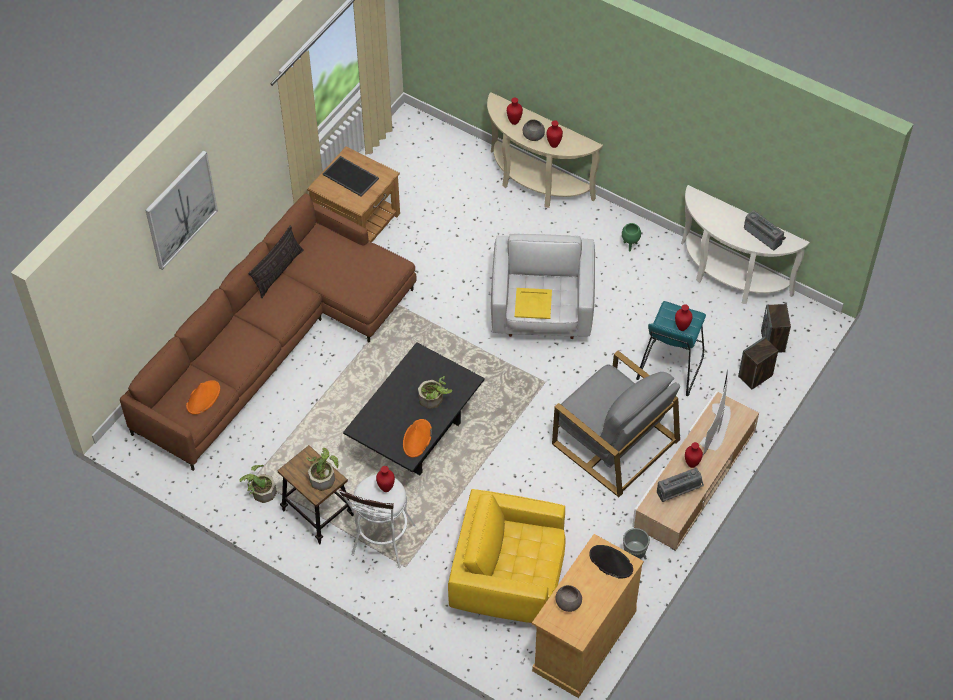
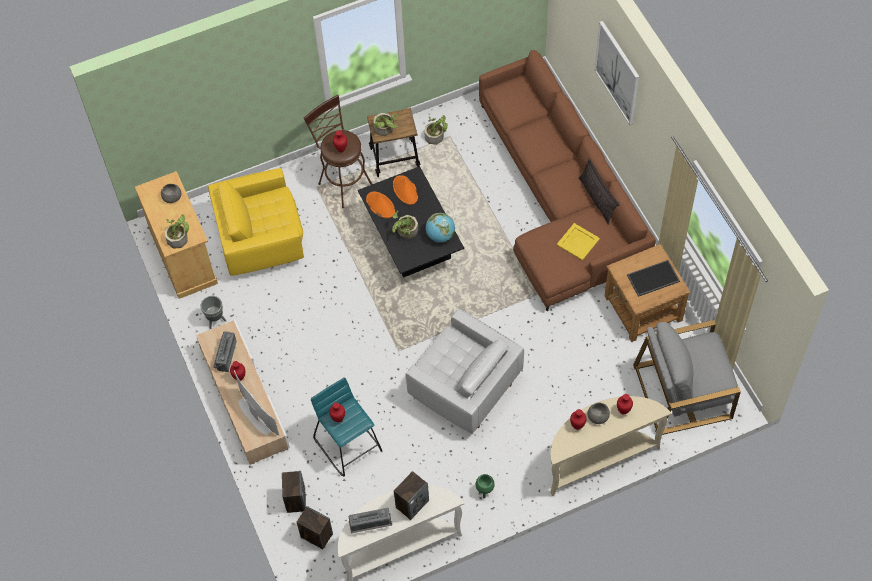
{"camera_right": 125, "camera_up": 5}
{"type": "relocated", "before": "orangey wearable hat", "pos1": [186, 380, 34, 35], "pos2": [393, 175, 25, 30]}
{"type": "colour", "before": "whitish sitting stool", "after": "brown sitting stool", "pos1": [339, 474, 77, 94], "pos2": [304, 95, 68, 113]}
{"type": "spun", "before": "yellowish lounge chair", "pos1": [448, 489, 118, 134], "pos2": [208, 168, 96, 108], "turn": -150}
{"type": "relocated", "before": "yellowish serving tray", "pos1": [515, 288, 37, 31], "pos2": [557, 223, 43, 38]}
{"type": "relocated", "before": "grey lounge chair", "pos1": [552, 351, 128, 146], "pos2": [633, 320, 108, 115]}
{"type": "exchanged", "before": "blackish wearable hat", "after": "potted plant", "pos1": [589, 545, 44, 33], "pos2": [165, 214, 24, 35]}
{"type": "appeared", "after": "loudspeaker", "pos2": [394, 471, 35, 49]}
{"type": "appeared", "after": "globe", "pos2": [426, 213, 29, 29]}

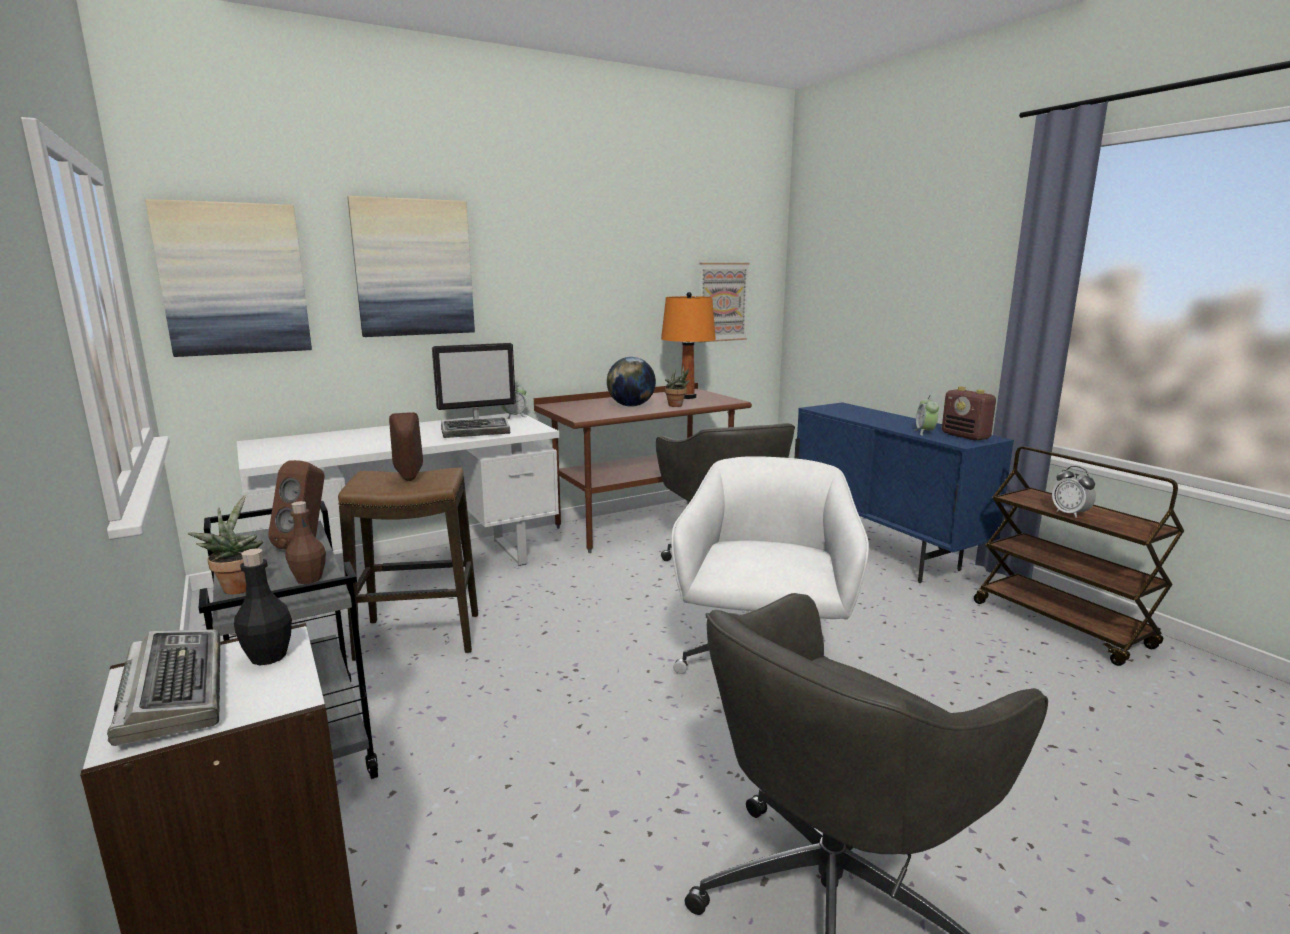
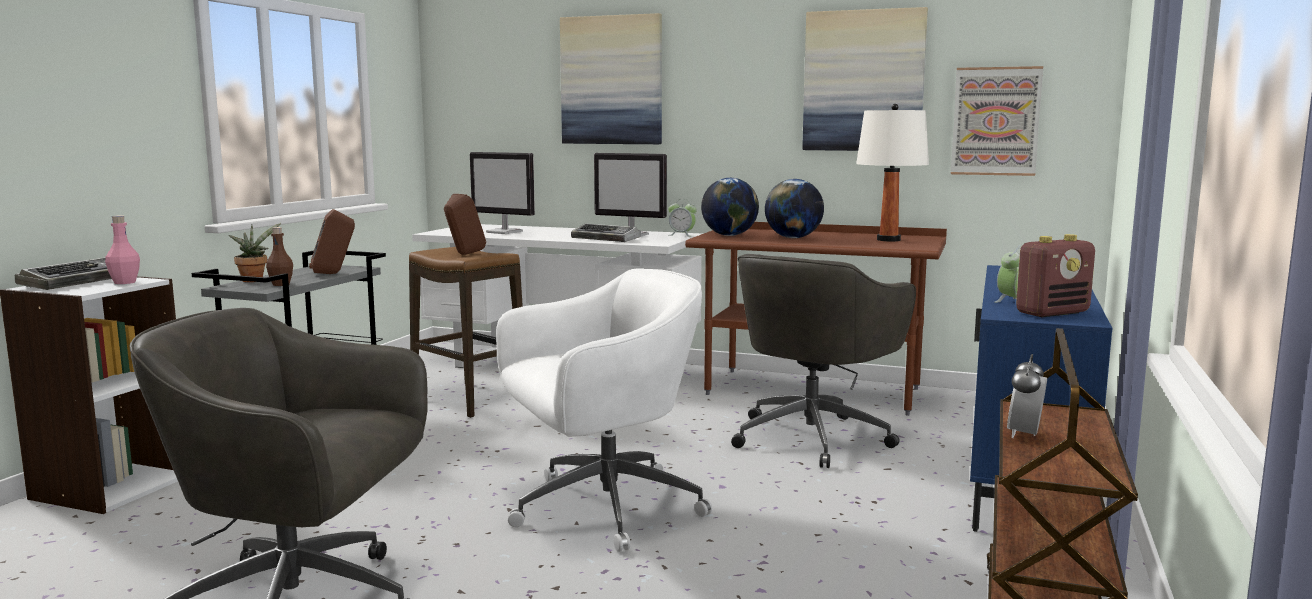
{"camera_right": 50, "camera_up": -5}
{"type": "relocated", "before": "wall art", "pos1": [145, 199, 167, 158], "pos2": [802, 7, 126, 144]}
{"type": "colour", "before": "blackish drink bottle", "after": "pink drink bottle", "pos1": [234, 548, 58, 117], "pos2": [105, 215, 35, 69]}
{"type": "colour", "before": "orangey lamp for a table", "after": "whitish lamp for a table", "pos1": [661, 292, 55, 107], "pos2": [856, 104, 73, 138]}
{"type": "missing", "before": "potted plant", "pos1": [665, 365, 25, 42]}
{"type": "spun", "before": "radio receiver", "pos1": [942, 386, 54, 55], "pos2": [1016, 234, 79, 83], "turn": -135}
{"type": "appeared", "after": "monitor", "pos2": [470, 152, 65, 82]}
{"type": "appeared", "after": "globe", "pos2": [701, 178, 58, 58]}

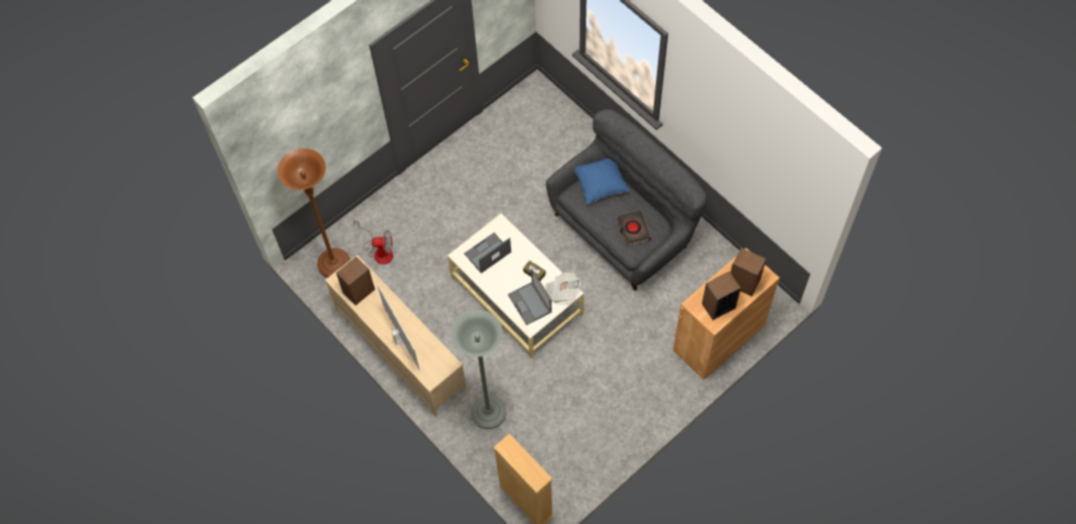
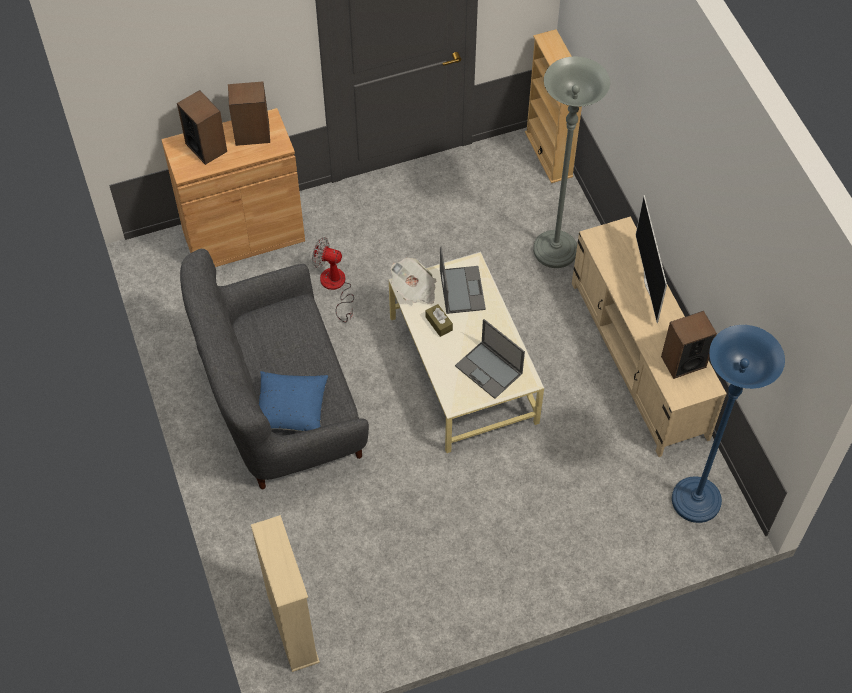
{"camera_right": -160, "camera_up": -5}
{"type": "colour", "before": "brown standard lamp", "after": "blue-coloured standard lamp", "pos1": [277, 148, 73, 130], "pos2": [672, 325, 113, 198]}
{"type": "relocated", "before": "cooling fan", "pos1": [354, 220, 39, 44], "pos2": [312, 237, 42, 86]}
{"type": "spun", "before": "notebook computer", "pos1": [464, 233, 47, 40], "pos2": [455, 319, 70, 80], "turn": 60}
{"type": "missing", "before": "blackish bound book", "pos1": [617, 211, 34, 35]}
{"type": "appeared", "after": "sand-coloured shelving unit", "pos2": [251, 515, 69, 157]}

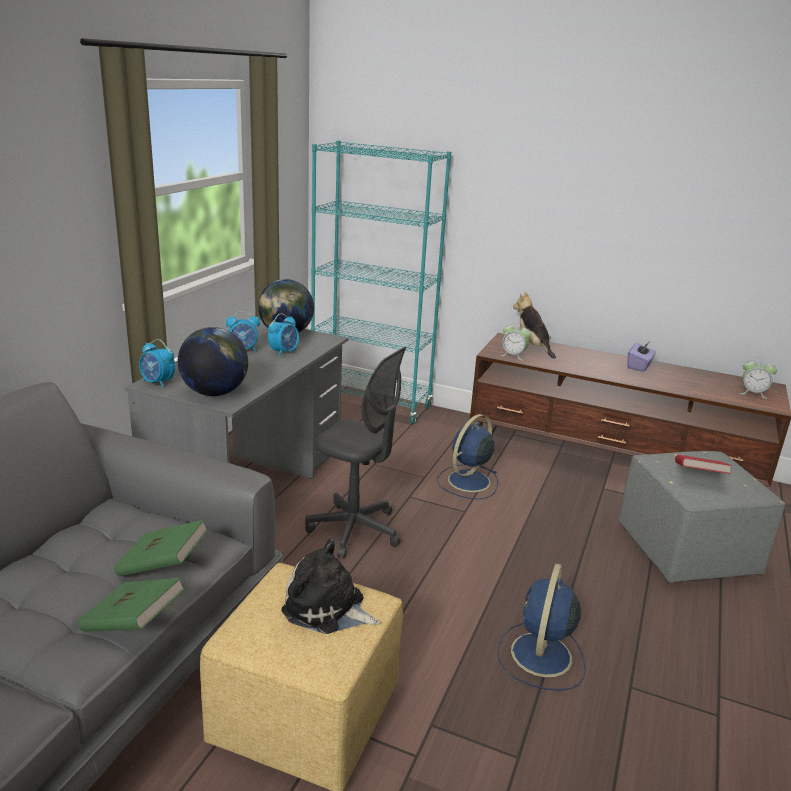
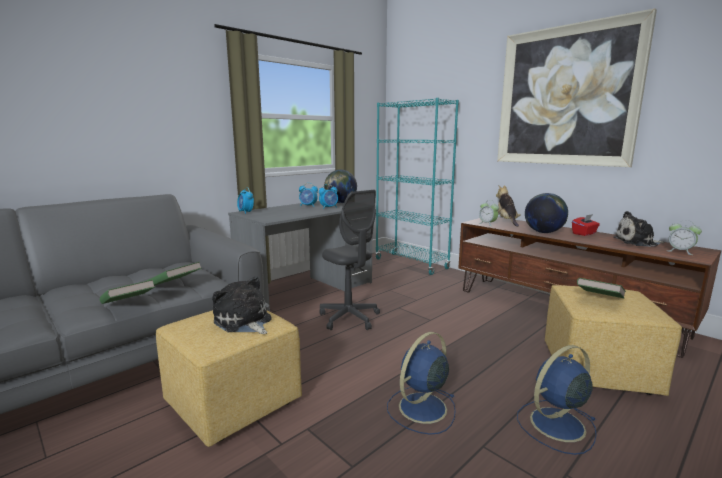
{"camera_right": 25, "camera_up": -10}
{"type": "relocated", "before": "globe", "pos1": [178, 327, 70, 69], "pos2": [525, 193, 43, 40]}
{"type": "relocated", "before": "blue-coloured cooling fan", "pos1": [437, 414, 61, 85], "pos2": [517, 345, 80, 110]}
{"type": "colour", "before": "grey pouffe", "after": "yellowish pouffe", "pos1": [619, 451, 167, 132], "pos2": [545, 285, 137, 111]}
{"type": "colour", "before": "purple tissue box", "after": "red-coloured tissue box", "pos1": [627, 341, 29, 31], "pos2": [572, 214, 28, 22]}
{"type": "colour", "before": "red-coloured bound book", "after": "green-coloured bound book", "pos1": [675, 454, 57, 20], "pos2": [577, 278, 49, 20]}
{"type": "appeared", "after": "wall art", "pos2": [497, 8, 160, 159]}
{"type": "appeared", "after": "soft toy", "pos2": [613, 211, 52, 36]}

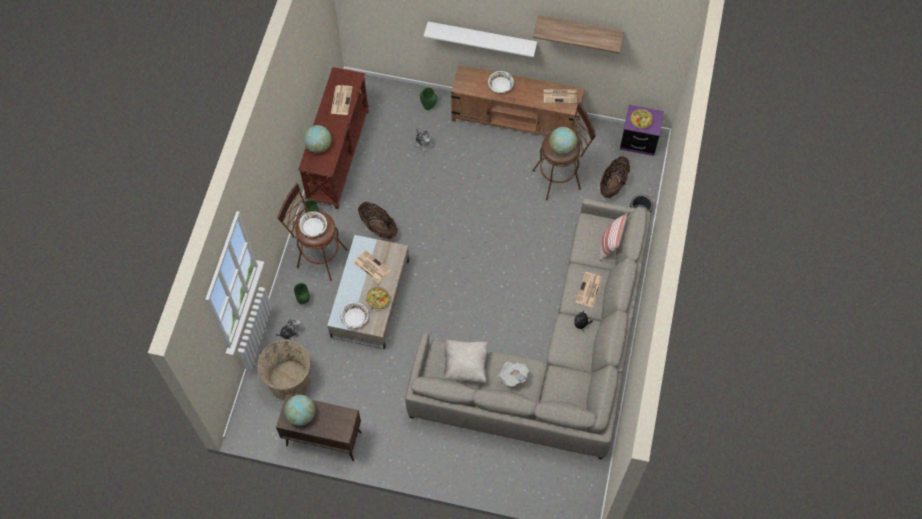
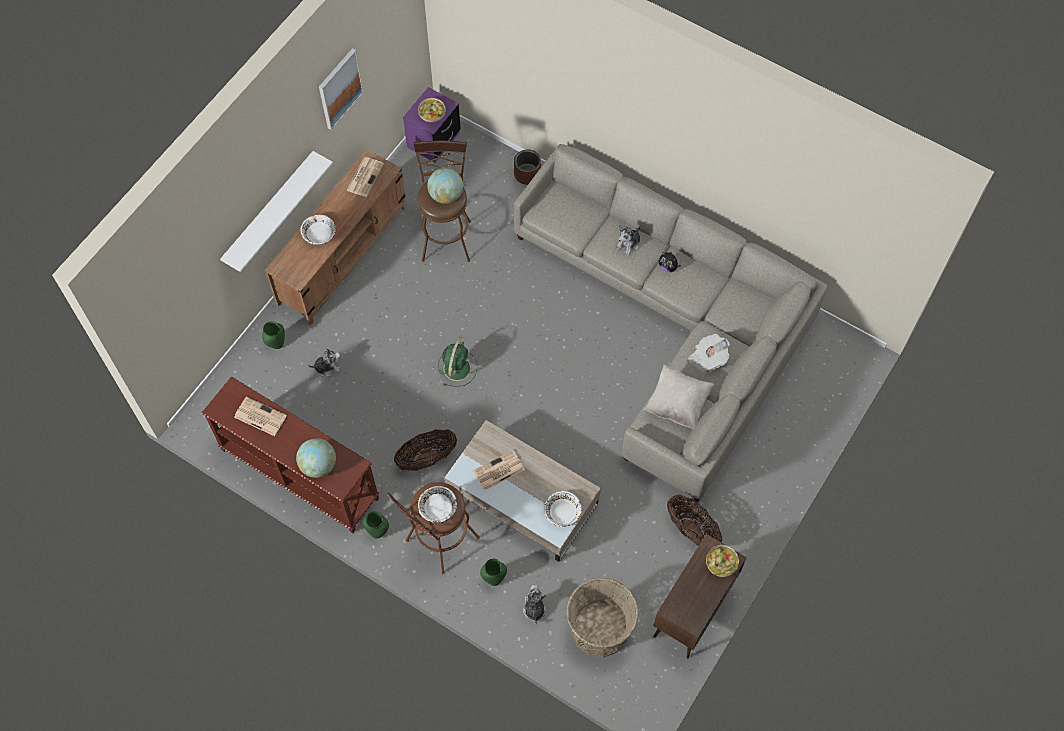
{"camera_right": -70, "camera_up": 0}
{"type": "missing", "before": "globe", "pos1": [284, 395, 31, 31]}
{"type": "relocated", "before": "bowl", "pos1": [366, 287, 24, 22], "pos2": [706, 545, 33, 32]}
{"type": "exchanged", "before": "bracket shelf", "after": "wall art", "pos1": [533, 15, 91, 39], "pos2": [319, 48, 45, 82]}
{"type": "exchanged", "before": "newspaper", "after": "soft toy", "pos1": [575, 272, 27, 36], "pos2": [616, 225, 25, 31]}
{"type": "relocated", "before": "household basket", "pos1": [600, 156, 30, 42], "pos2": [667, 494, 55, 52]}
{"type": "missing", "before": "pillow", "pos1": [600, 213, 27, 48]}
{"type": "appeared", "after": "green-coloured cooling fan", "pos2": [438, 337, 39, 50]}

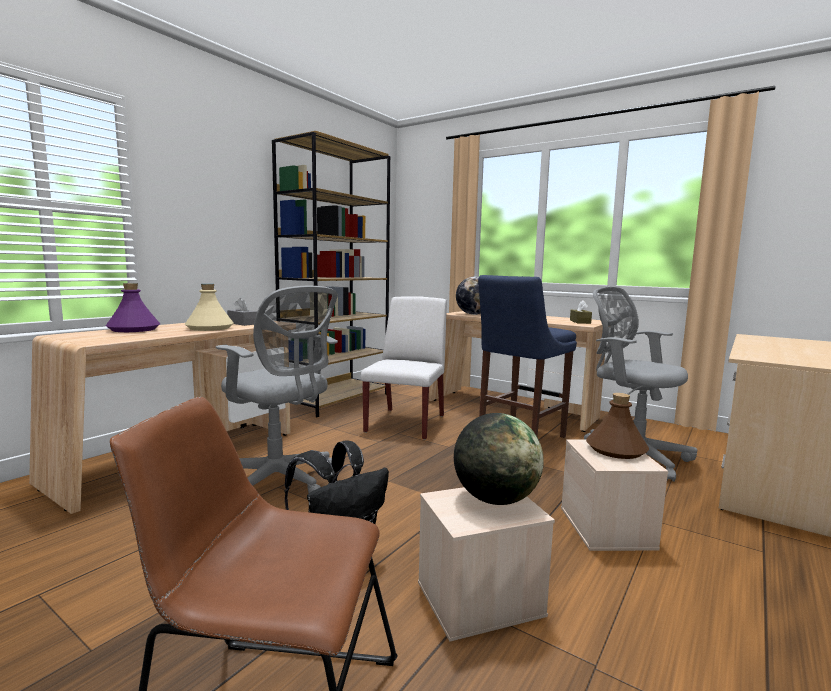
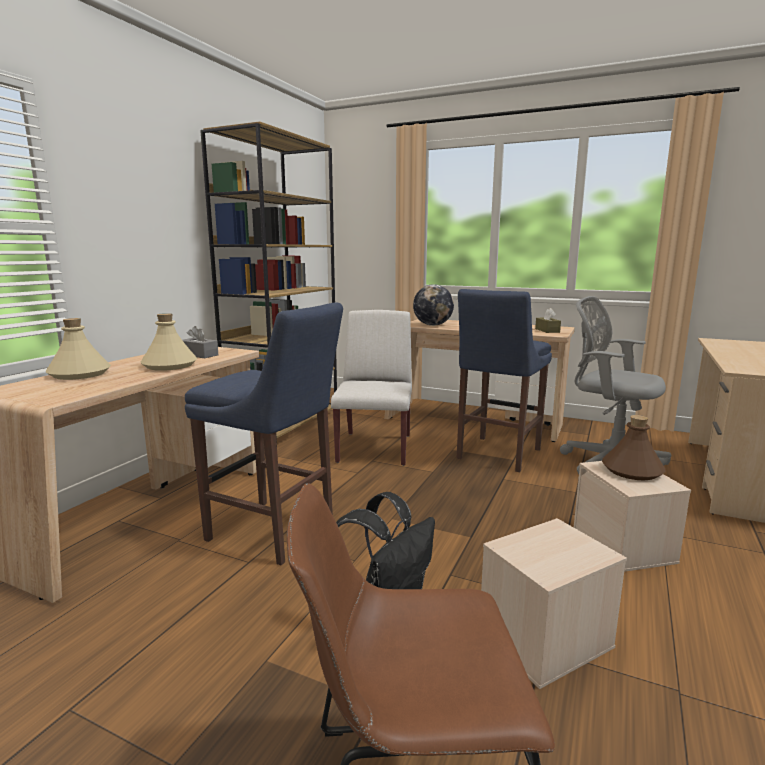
{"camera_right": -10, "camera_up": 5}
{"type": "colour", "before": "purple drink bottle", "after": "sand-coloured drink bottle", "pos1": [106, 283, 54, 49], "pos2": [46, 318, 65, 62]}
{"type": "exchanged", "before": "grey computer chair", "after": "blue-coloured sitting stool", "pos1": [216, 286, 122, 207], "pos2": [185, 302, 158, 263]}
{"type": "missing", "before": "globe", "pos1": [454, 413, 90, 92]}

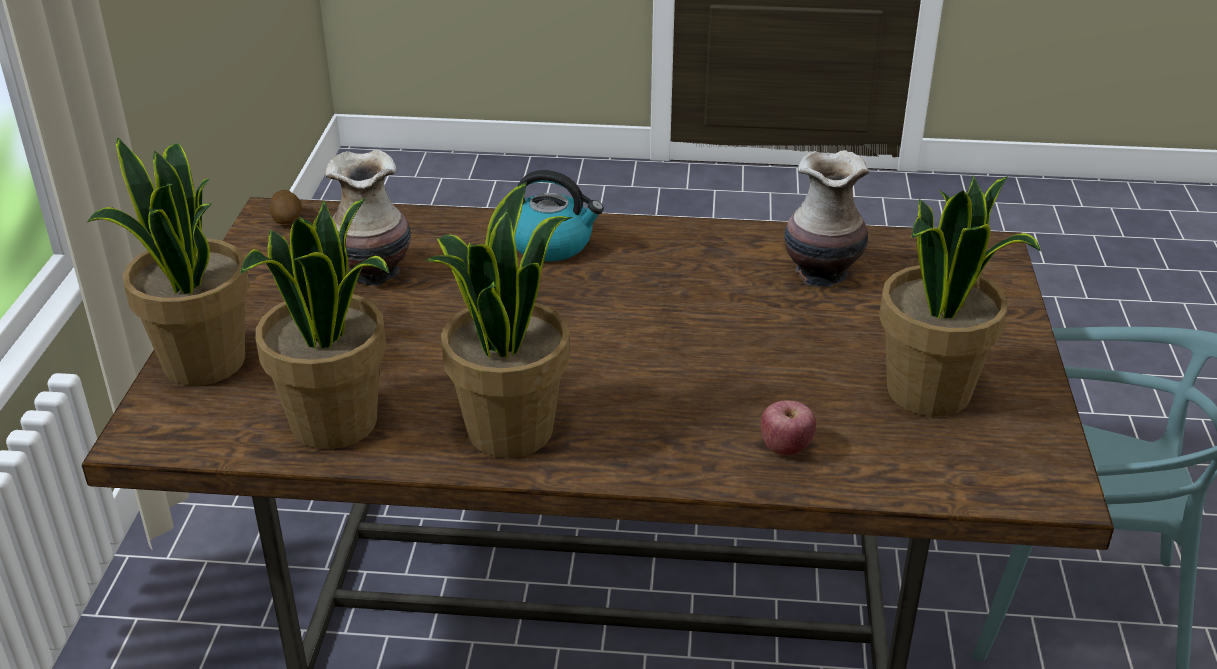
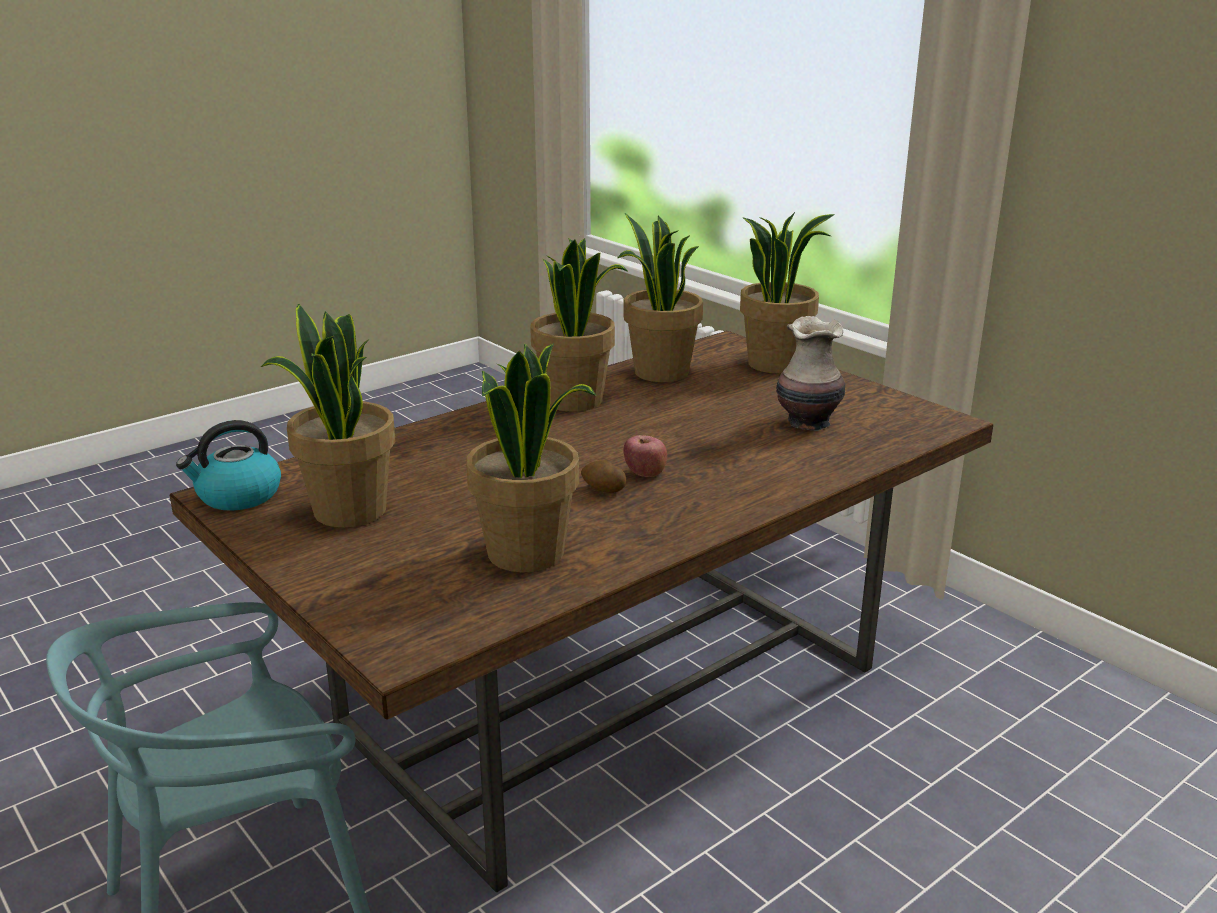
{"camera_right": 135, "camera_up": -10}
{"type": "relocated", "before": "whole potato", "pos1": [270, 190, 32, 34], "pos2": [581, 460, 45, 33]}
{"type": "relocated", "before": "kettle", "pos1": [515, 170, 89, 91], "pos2": [176, 420, 105, 91]}
{"type": "relocated", "before": "whole apple", "pos1": [761, 401, 55, 54], "pos2": [623, 435, 44, 42]}
{"type": "exchanged", "before": "flower vase", "after": "potted plant", "pos1": [784, 150, 85, 137], "pos2": [466, 343, 130, 230]}

